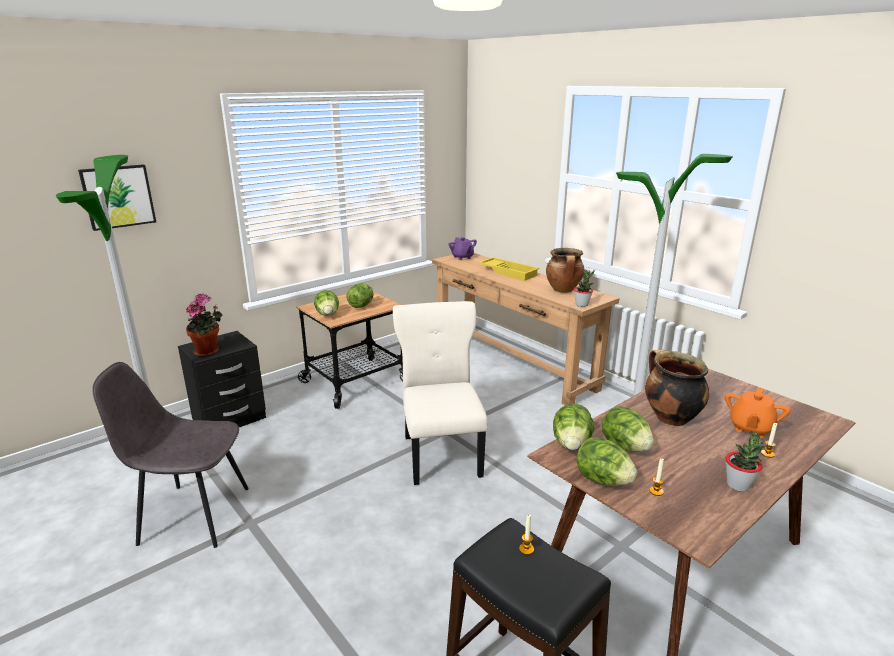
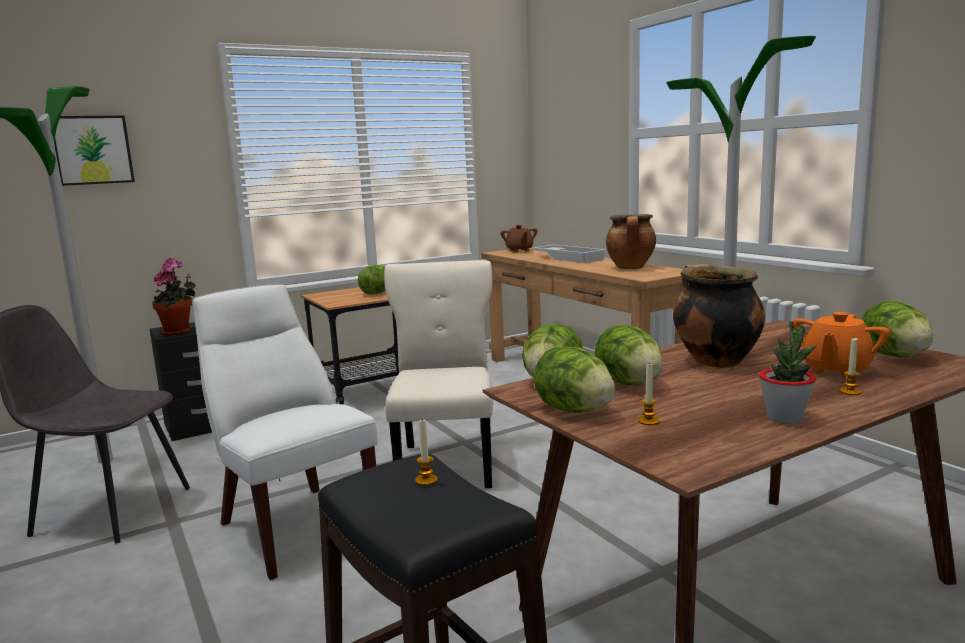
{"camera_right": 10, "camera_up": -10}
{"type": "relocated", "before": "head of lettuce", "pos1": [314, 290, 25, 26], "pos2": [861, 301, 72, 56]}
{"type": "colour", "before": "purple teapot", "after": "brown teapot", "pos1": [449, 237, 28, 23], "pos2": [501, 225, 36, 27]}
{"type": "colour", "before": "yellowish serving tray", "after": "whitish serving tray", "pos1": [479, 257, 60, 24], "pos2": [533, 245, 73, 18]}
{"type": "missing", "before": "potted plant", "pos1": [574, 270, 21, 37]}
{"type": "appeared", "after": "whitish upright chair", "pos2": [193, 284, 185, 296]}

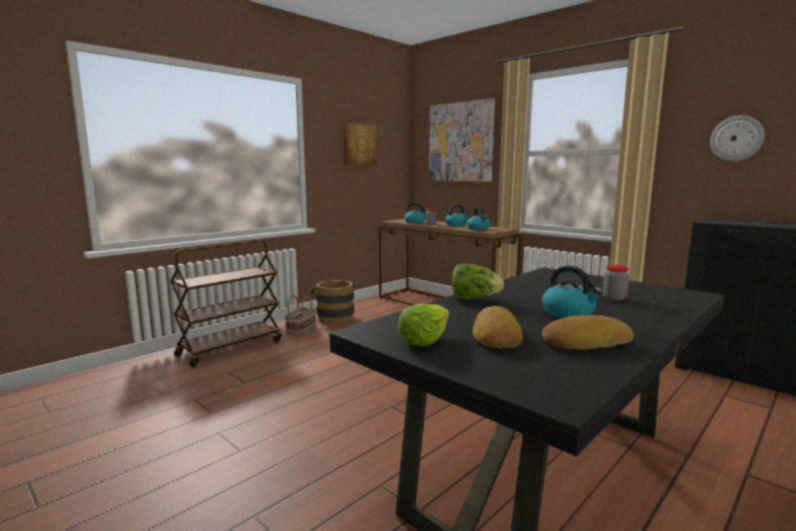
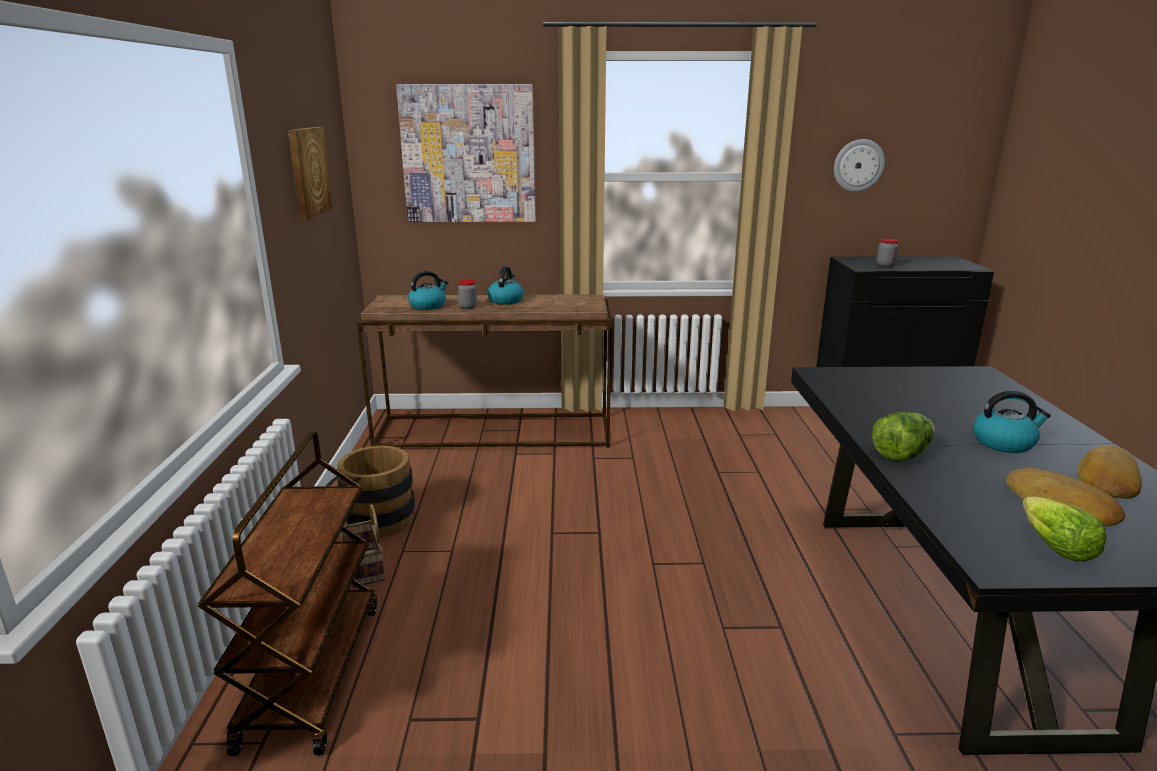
{"camera_right": -45, "camera_up": 10}
{"type": "missing", "before": "kettle", "pos1": [467, 207, 24, 23]}
{"type": "relocated", "before": "storage jar", "pos1": [603, 265, 26, 36], "pos2": [877, 239, 21, 28]}

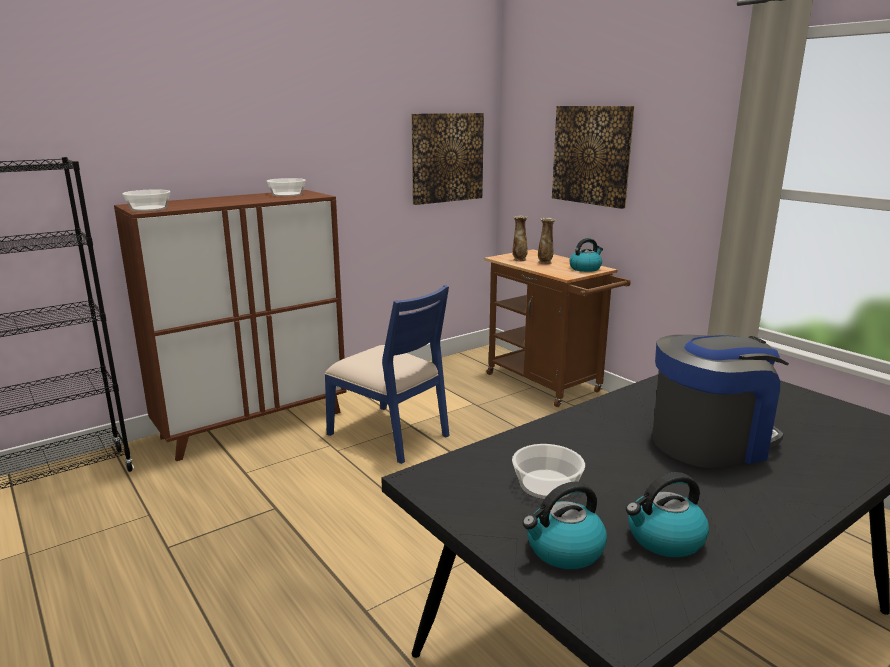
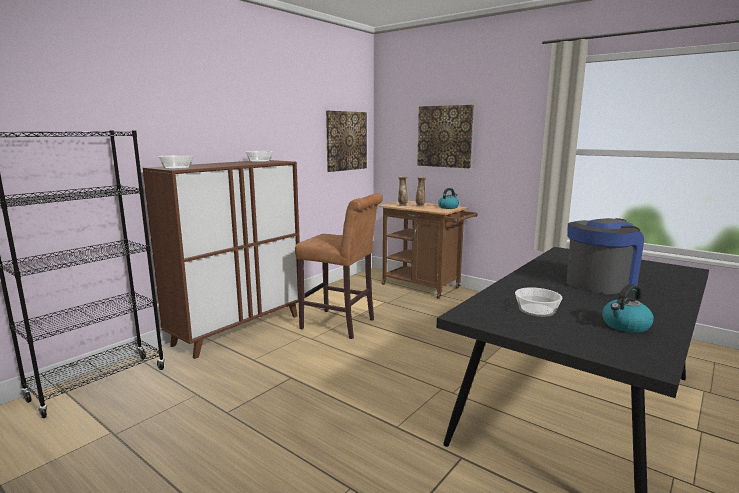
{"camera_right": -15, "camera_up": -5}
{"type": "exchanged", "before": "blue-coloured upright chair", "after": "brown sitting stool", "pos1": [324, 285, 126, 179], "pos2": [295, 193, 88, 146]}
{"type": "missing", "before": "kettle", "pos1": [522, 482, 85, 87]}

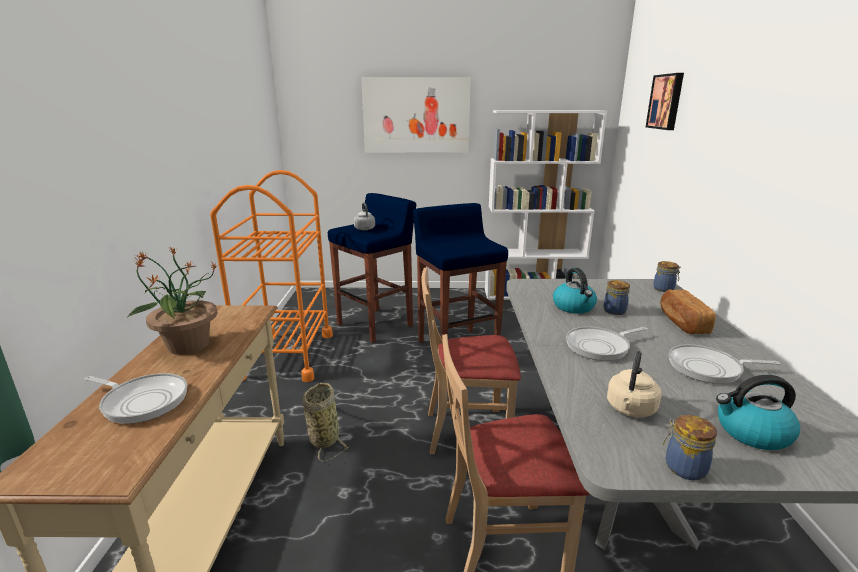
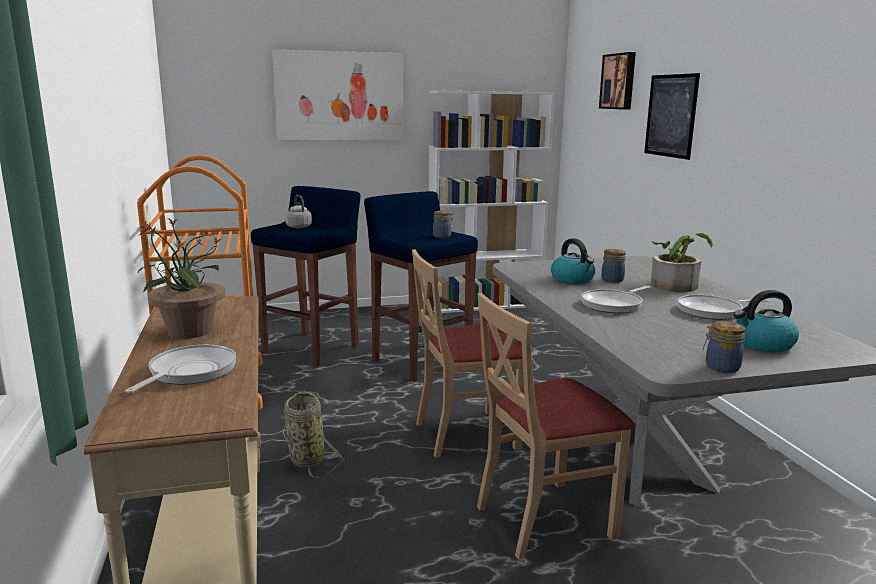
{"camera_right": -15, "camera_up": -5}
{"type": "spun", "before": "pan", "pos1": [84, 373, 103, 51], "pos2": [125, 345, 112, 48], "turn": -75}
{"type": "missing", "before": "sand-coloured kettle", "pos1": [607, 351, 55, 67]}
{"type": "relocated", "before": "storage jar", "pos1": [653, 261, 28, 31], "pos2": [433, 211, 20, 27]}
{"type": "exchanged", "before": "bakery bread", "after": "potted plant", "pos1": [660, 290, 56, 44], "pos2": [651, 233, 62, 59]}
{"type": "appeared", "after": "wall art", "pos2": [644, 73, 56, 87]}

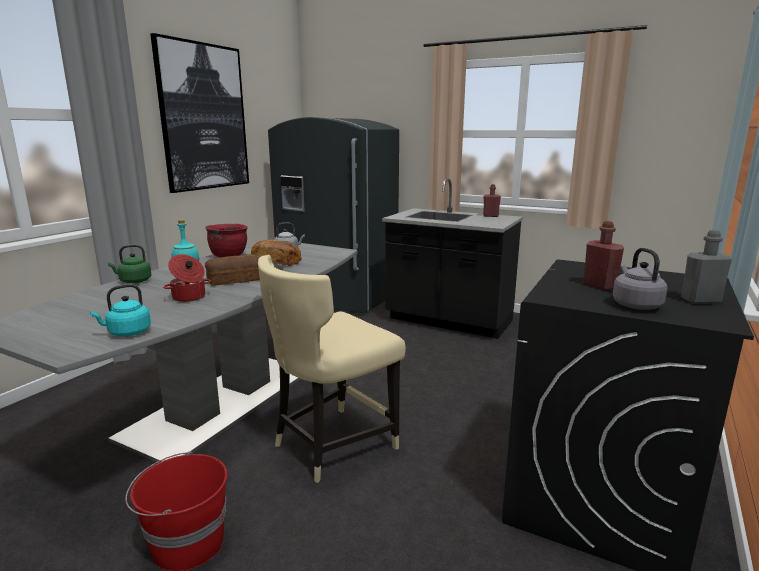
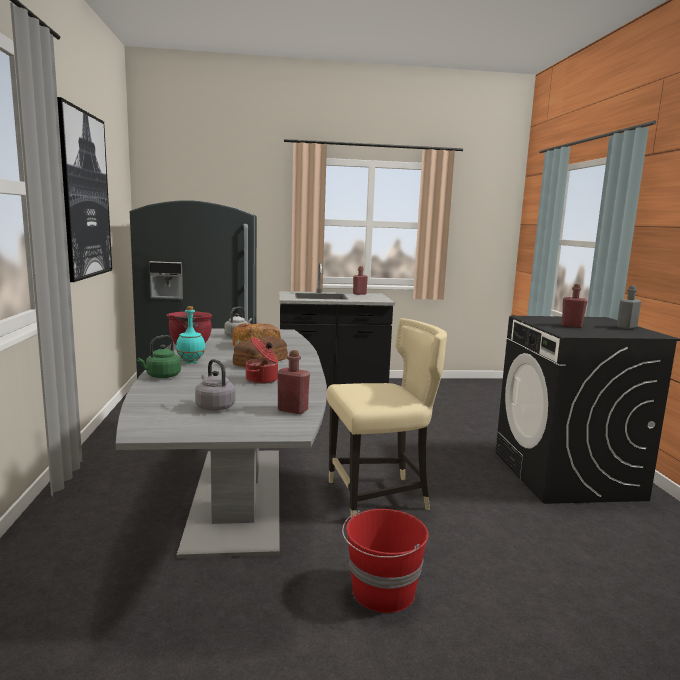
{"camera_right": -35, "camera_up": -5}
{"type": "exchanged", "before": "turquoise-coloured kettle", "after": "red-coloured drink bottle", "pos1": [90, 284, 61, 53], "pos2": [277, 350, 33, 64]}
{"type": "spun", "before": "sand-coloured upright chair", "pos1": [258, 255, 148, 228], "pos2": [327, 318, 120, 201], "turn": -120}
{"type": "relocated", "before": "grey kettle", "pos1": [613, 248, 54, 62], "pos2": [195, 359, 41, 52]}

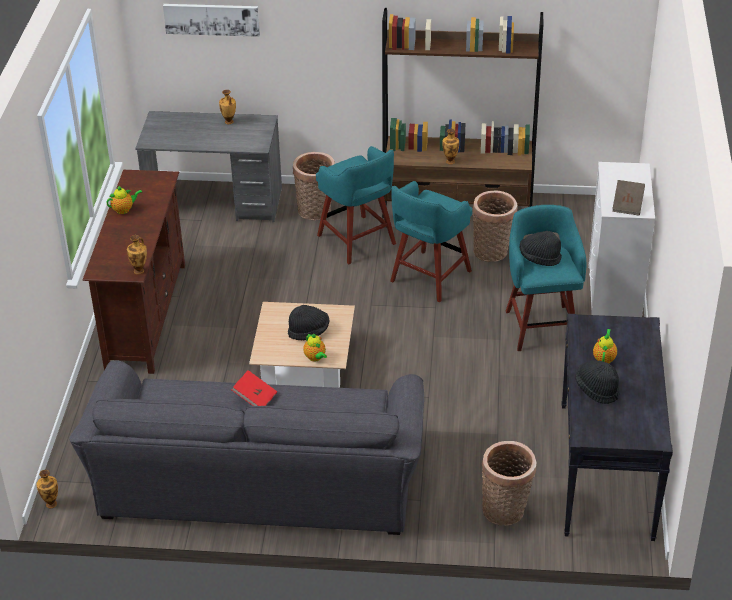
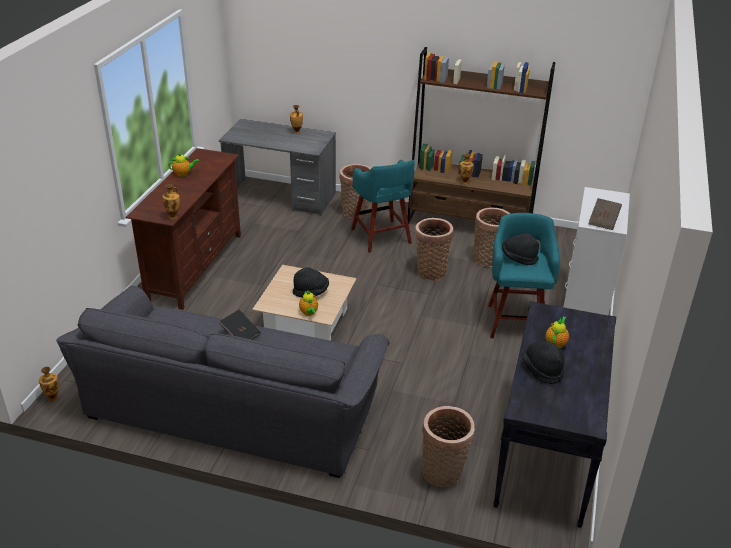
{"camera_right": 10, "camera_up": -5}
{"type": "missing", "before": "wall art", "pos1": [163, 4, 97, 33]}
{"type": "colour", "before": "red-coloured bound book", "after": "blackish bound book", "pos1": [232, 370, 45, 36], "pos2": [219, 310, 41, 29]}
{"type": "exchanged", "before": "turquoise-coloured sitting stool", "after": "household basket", "pos1": [390, 181, 82, 121], "pos2": [415, 218, 38, 63]}

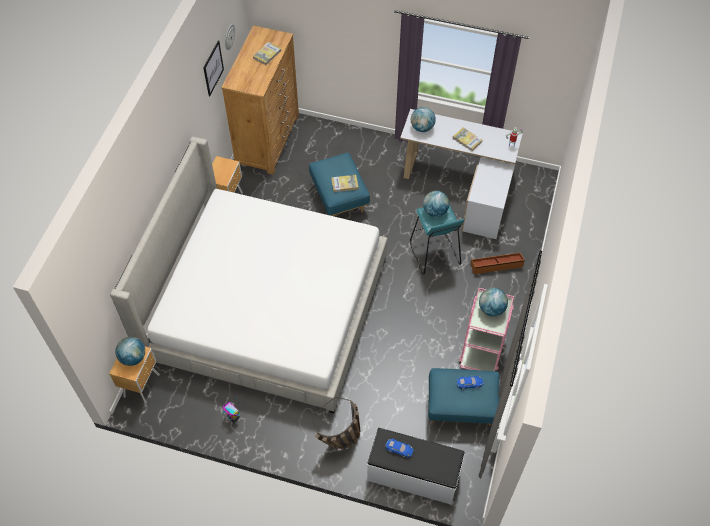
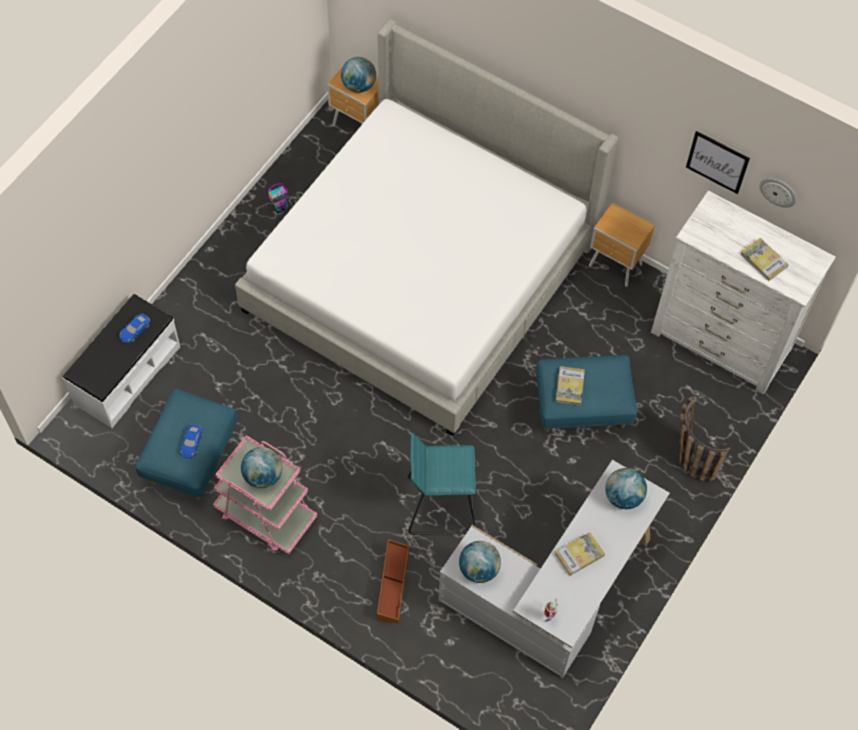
{"camera_right": 105, "camera_up": 5}
{"type": "colour", "before": "brown drawer chest", "after": "whitish drawer chest", "pos1": [222, 26, 77, 148], "pos2": [651, 191, 185, 203]}
{"type": "relocated", "before": "household basket", "pos1": [313, 397, 48, 53], "pos2": [679, 397, 61, 84]}
{"type": "relocated", "before": "globe", "pos1": [423, 191, 26, 26], "pos2": [459, 541, 42, 42]}

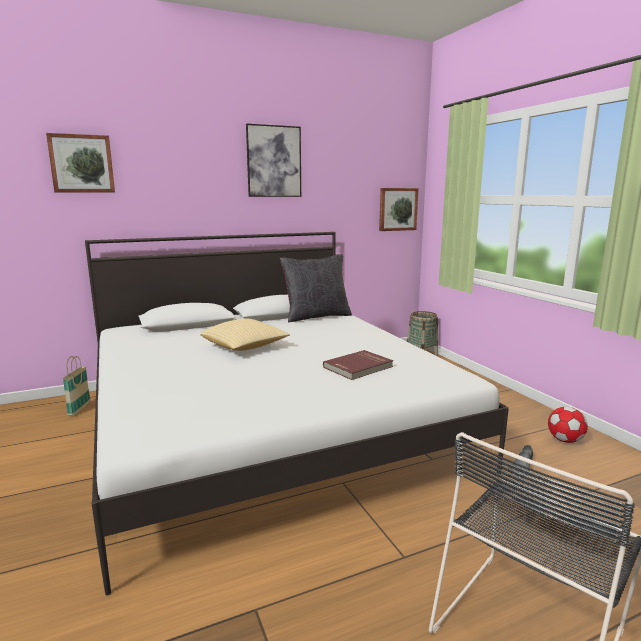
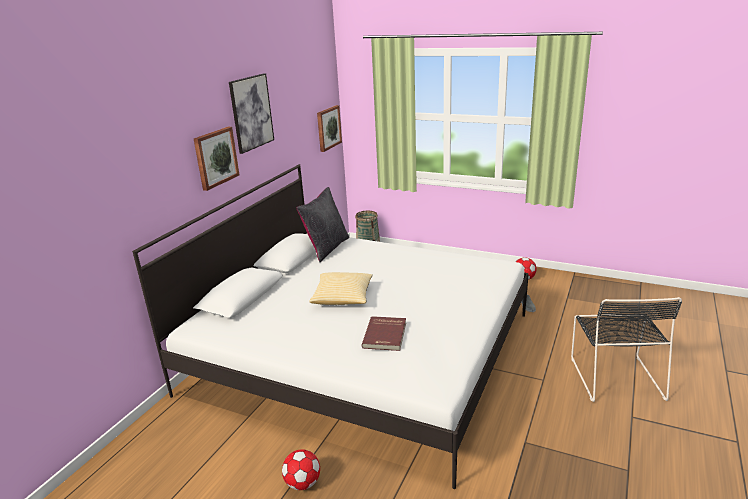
{"camera_right": -40, "camera_up": 10}
{"type": "relocated", "before": "wall art", "pos1": [46, 133, 69, 59], "pos2": [194, 127, 45, 64]}
{"type": "missing", "before": "household basket", "pos1": [63, 356, 28, 60]}
{"type": "relocated", "before": "red-coloured bound book", "pos1": [323, 350, 70, 30], "pos2": [362, 316, 44, 35]}
{"type": "appeared", "after": "football", "pos2": [282, 449, 38, 41]}

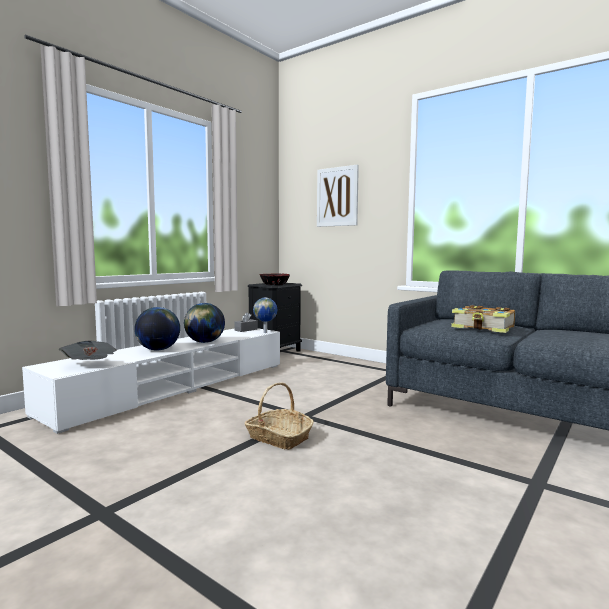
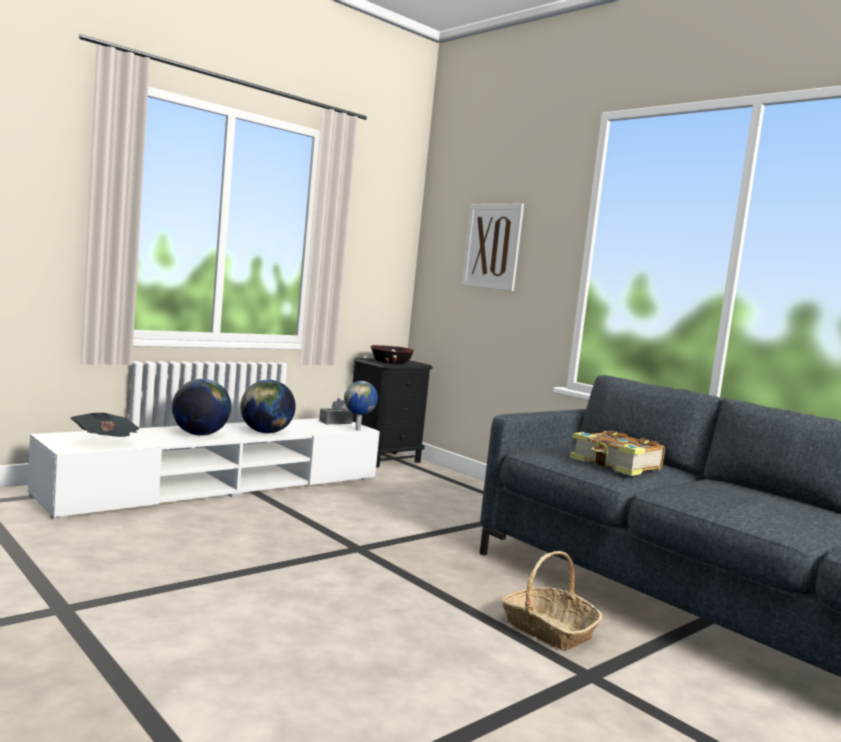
{"camera_right": 10, "camera_up": 0}
{"type": "relocated", "before": "household basket", "pos1": [245, 383, 69, 67], "pos2": [502, 551, 101, 100]}

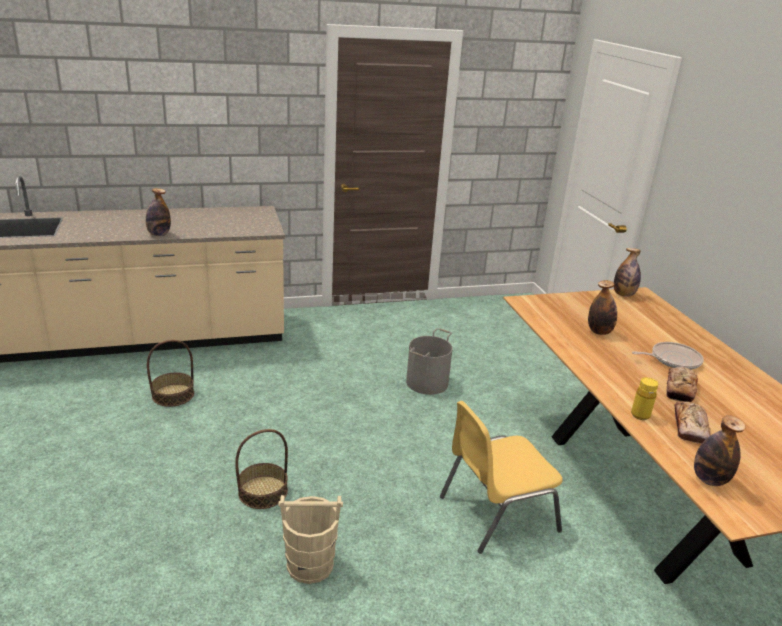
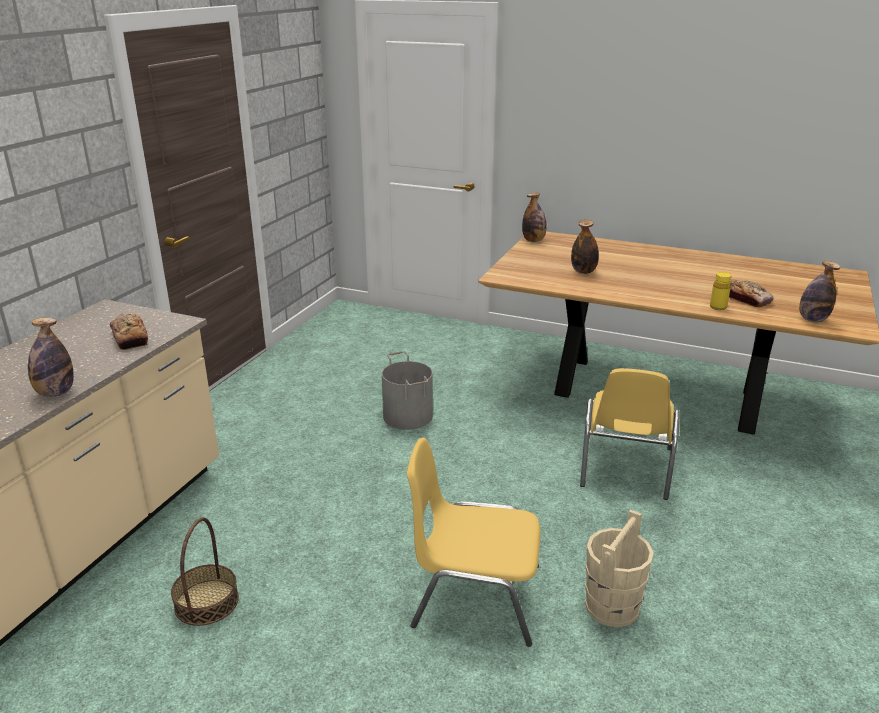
{"camera_right": -50, "camera_up": 0}
{"type": "exchanged", "before": "household basket", "after": "yellowish upright chair", "pos1": [235, 429, 53, 80], "pos2": [407, 437, 133, 210]}
{"type": "missing", "before": "pan", "pos1": [632, 342, 72, 27]}
{"type": "relocated", "before": "bakery bread", "pos1": [666, 366, 32, 36], "pos2": [110, 314, 38, 36]}

